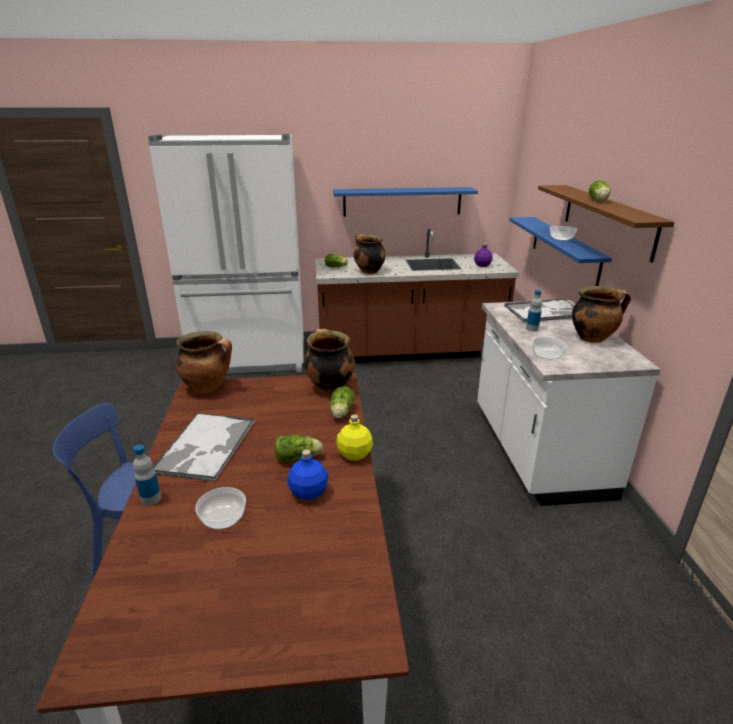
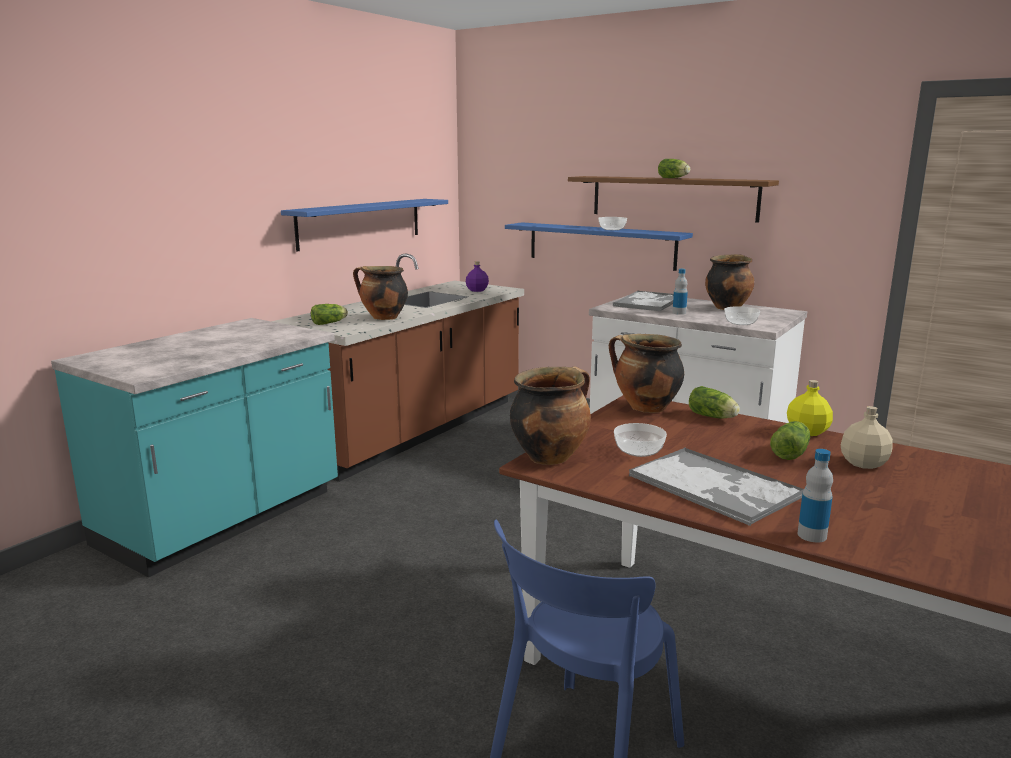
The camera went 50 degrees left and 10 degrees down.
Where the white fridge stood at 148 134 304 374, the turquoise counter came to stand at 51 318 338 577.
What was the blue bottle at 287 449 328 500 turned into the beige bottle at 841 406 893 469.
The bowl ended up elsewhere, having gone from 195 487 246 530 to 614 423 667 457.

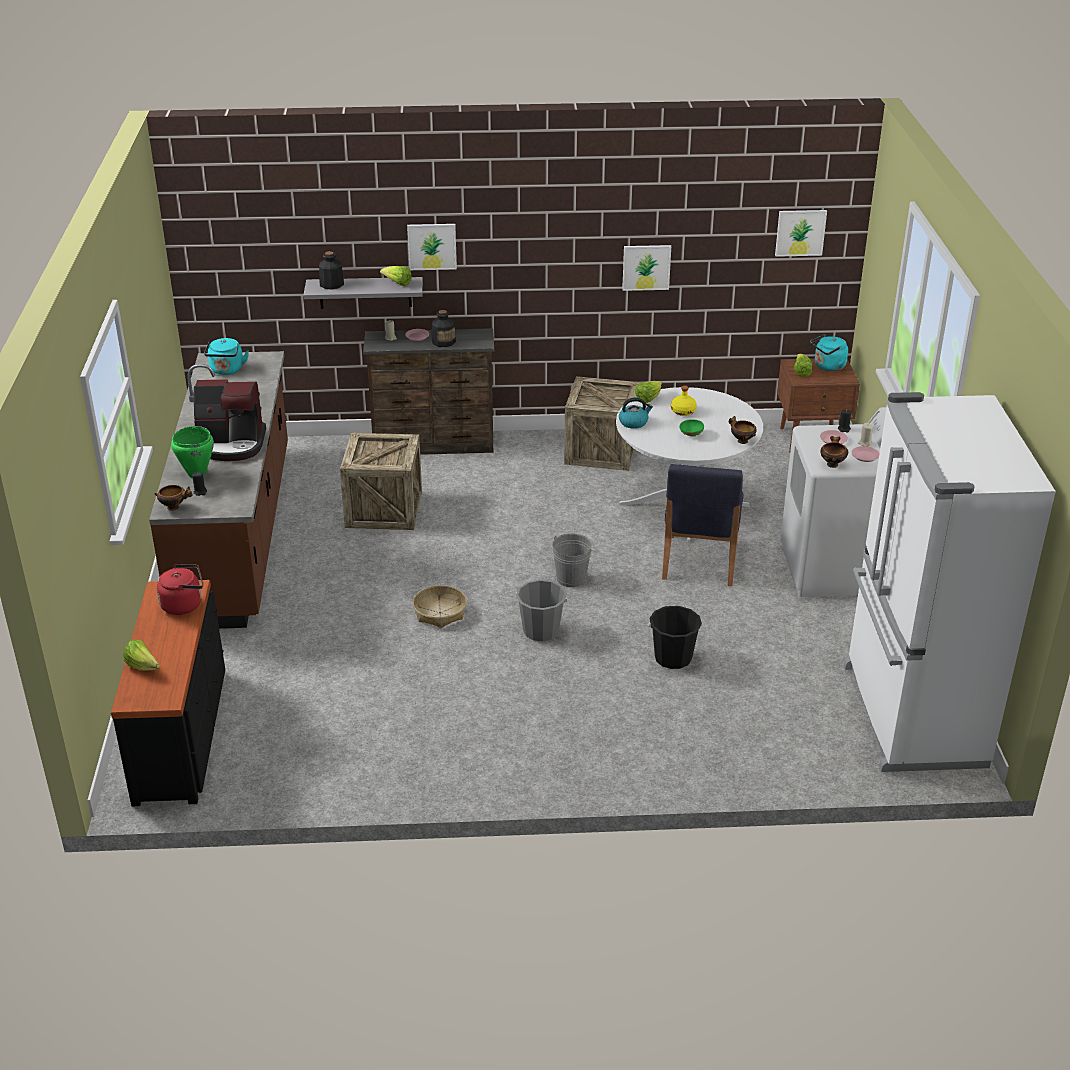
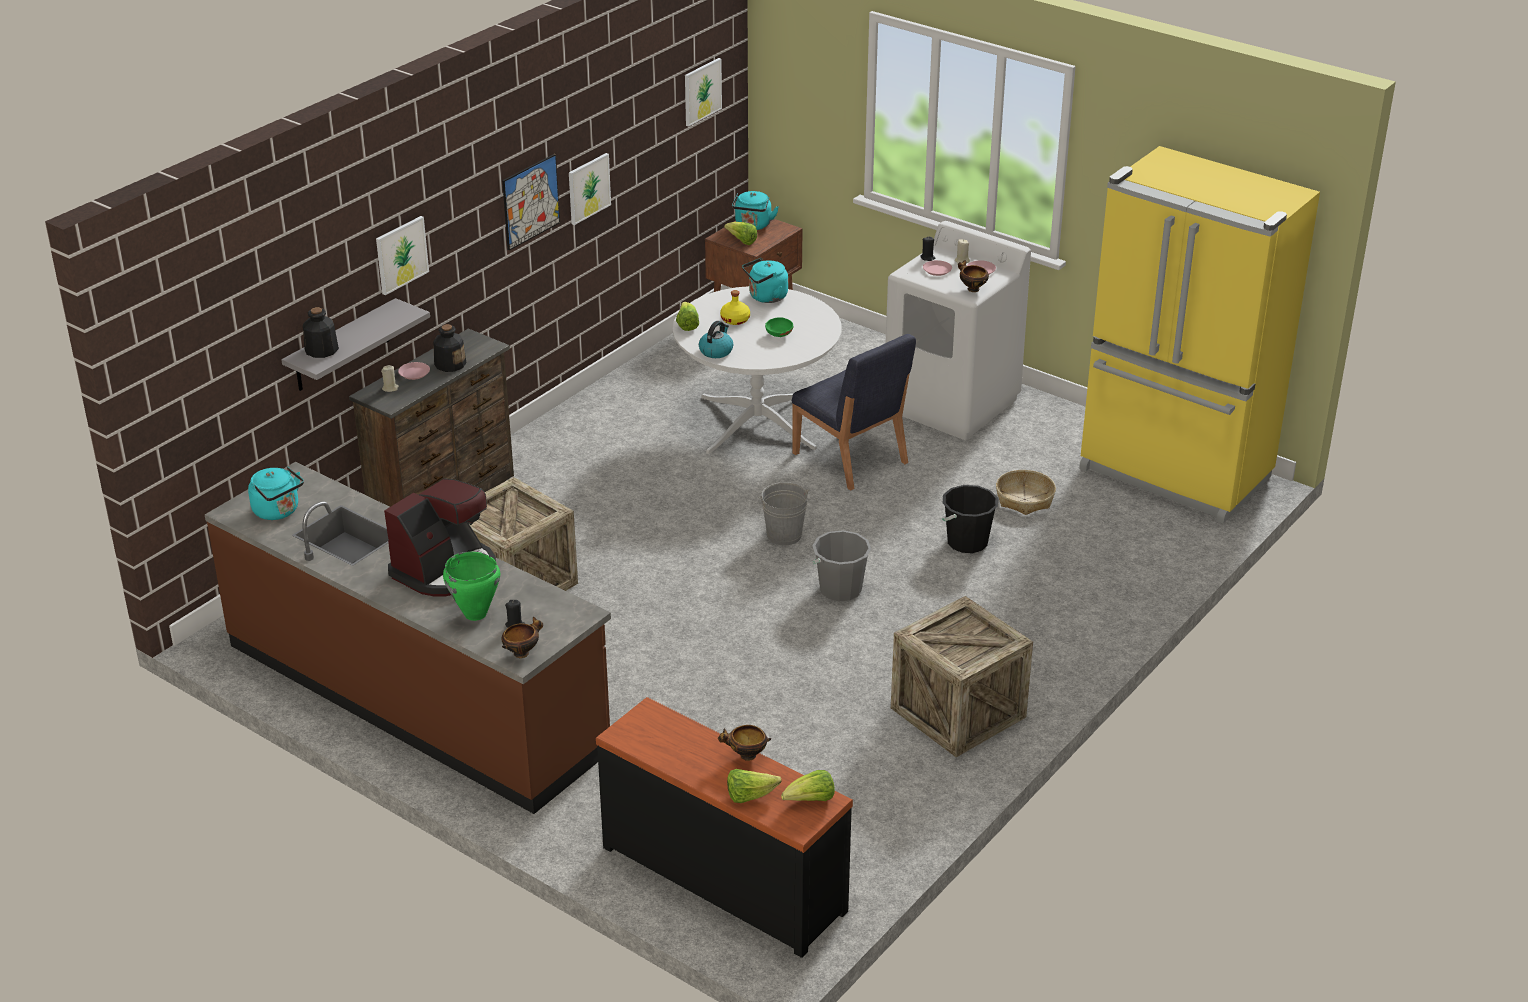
The camera went 50 degrees left and 0 degrees up.
The lettuce ended up elsewhere, having gone from 380 266 412 286 to 781 770 835 801.
The crate ended up elsewhere, having gone from 564 376 640 471 to 891 596 1033 757.
What was the white fridge at 844 392 1056 772 turned into the yellow fridge at 1079 146 1320 524.
The bowl ended up elsewhere, having gone from 728 416 757 444 to 718 725 771 761.
The second view lost the red kettle at 157 564 203 615.
The basket ended up elsewhere, having gone from 413 585 467 628 to 996 470 1056 515.
The second view gained the picture at 502 154 560 250.
The second view gained the turquoise kettle at 742 258 788 303.

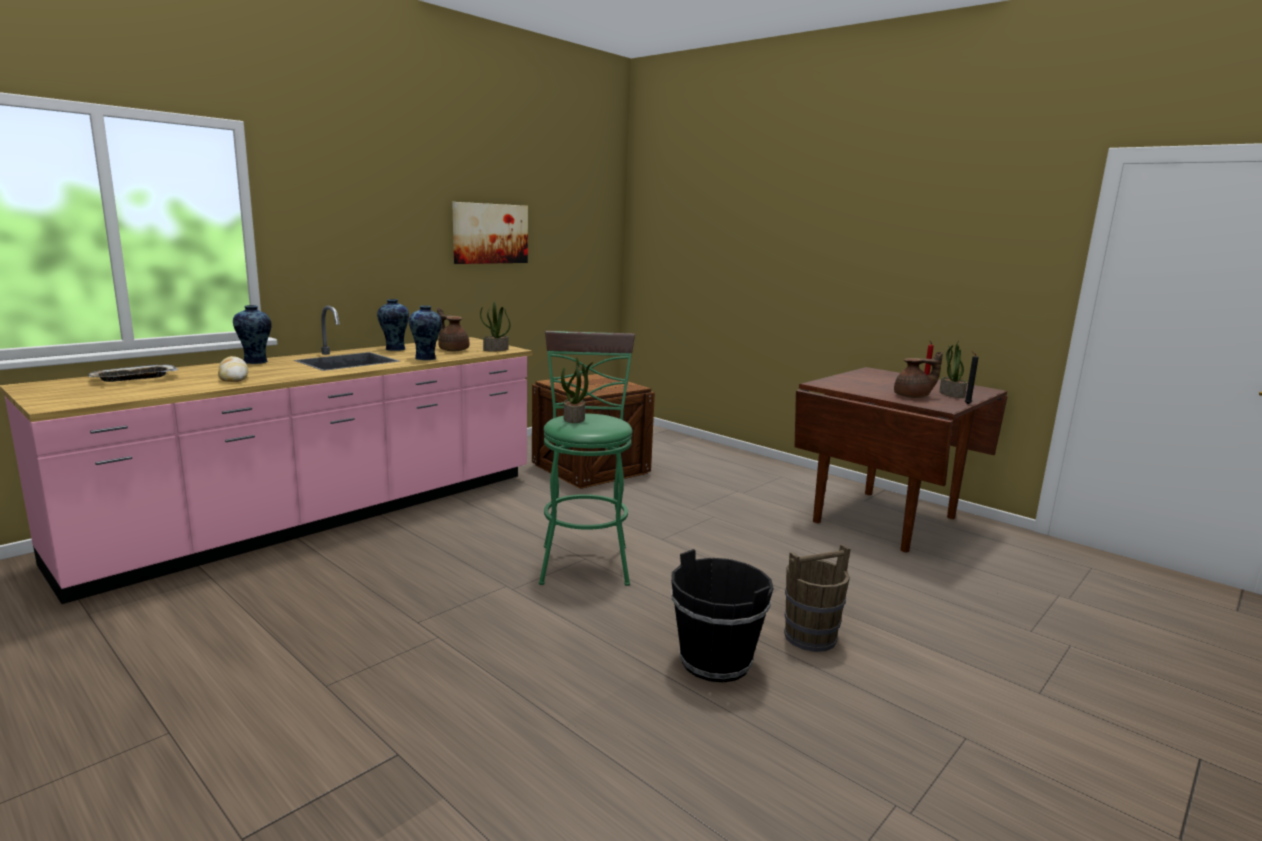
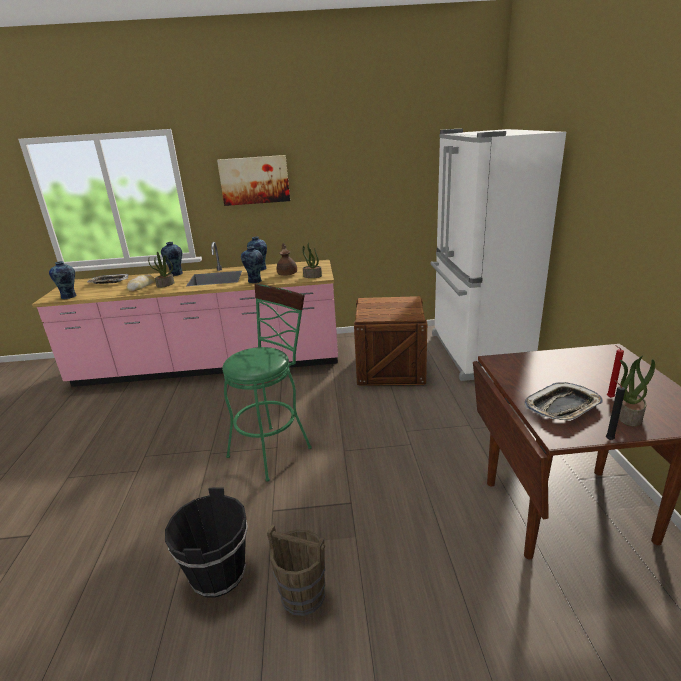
The camera went 45 degrees right and 10 degrees up.
The picture ended up elsewhere, having gone from 452 202 528 264 to 217 155 290 206.
Where the brown teapot stood at 894 351 943 398, the tray came to stand at 524 382 603 421.
The potted plant ended up elsewhere, having gone from 561 357 593 423 to 148 252 174 288.
The second view gained the white fridge at 430 128 566 381.
The second view gained the vase at 49 261 77 299.

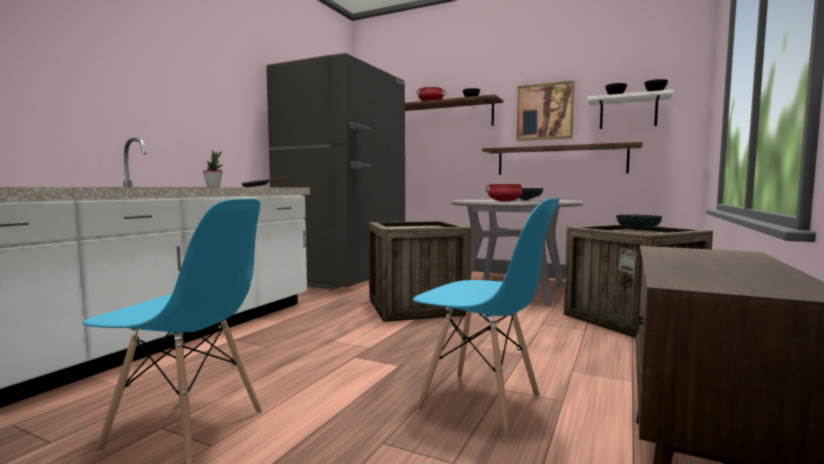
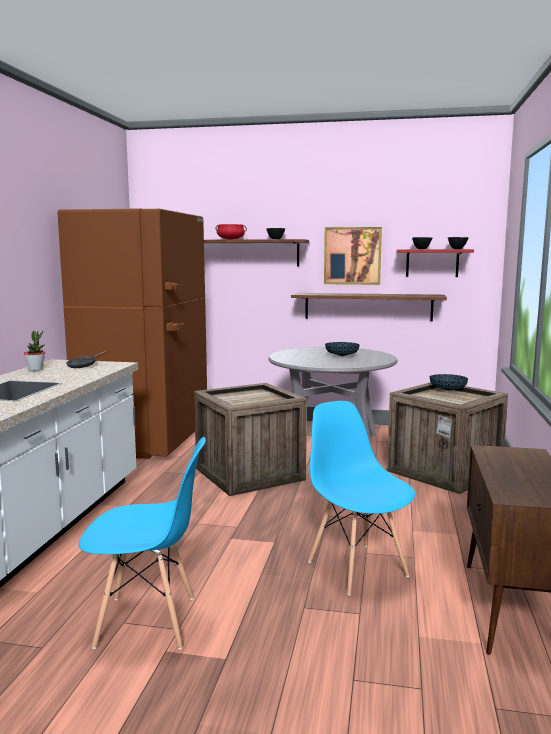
The camera went 15 degrees left and 5 degrees up.
What was the grey fridge at 266 53 405 290 turned into the brown fridge at 58 208 207 459.
What was the white shelf at 587 89 674 129 turned into the red shelf at 397 249 474 277.
The second view lost the red cooking pot at 486 184 522 202.
The blue chair at 413 198 560 440 ended up facing another way, 135 degrees counterclockwise from before.

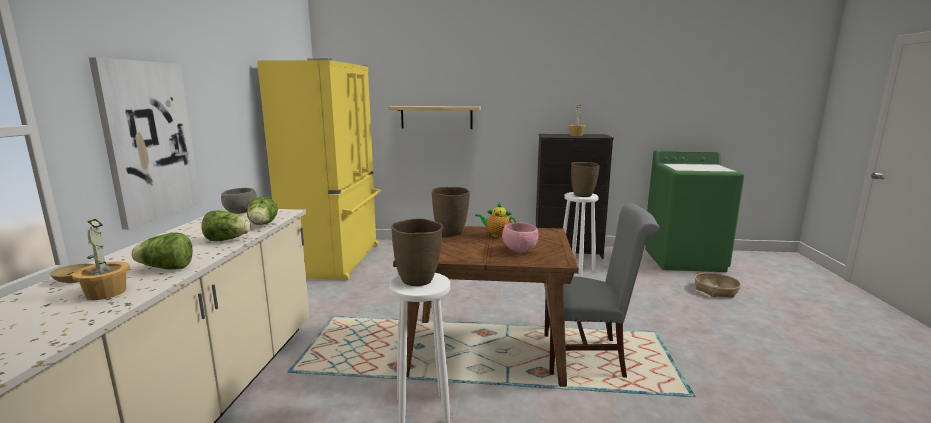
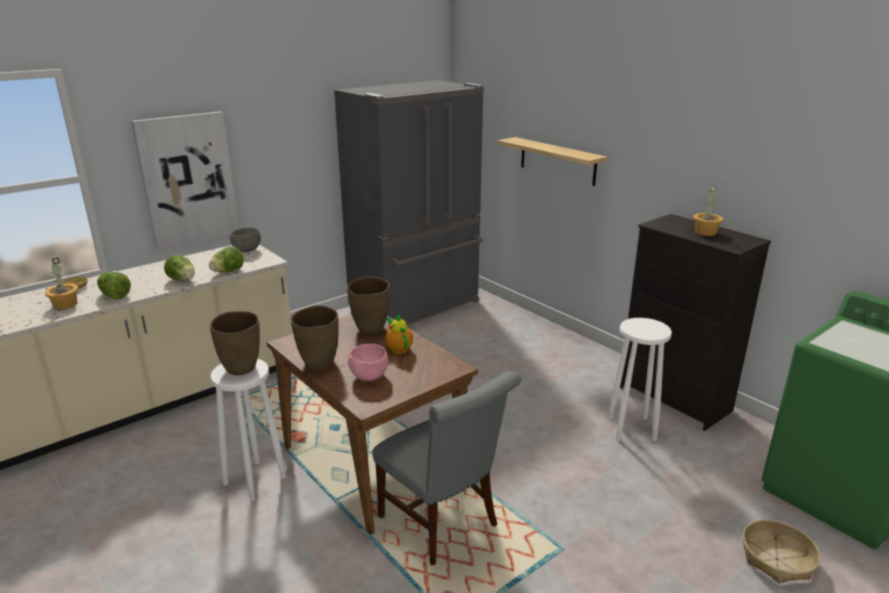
The camera went 45 degrees right and 10 degrees up.
What was the yellow fridge at 257 58 381 280 turned into the grey fridge at 334 80 484 324.
The brown vase ended up elsewhere, having gone from 571 162 600 197 to 290 305 339 369.

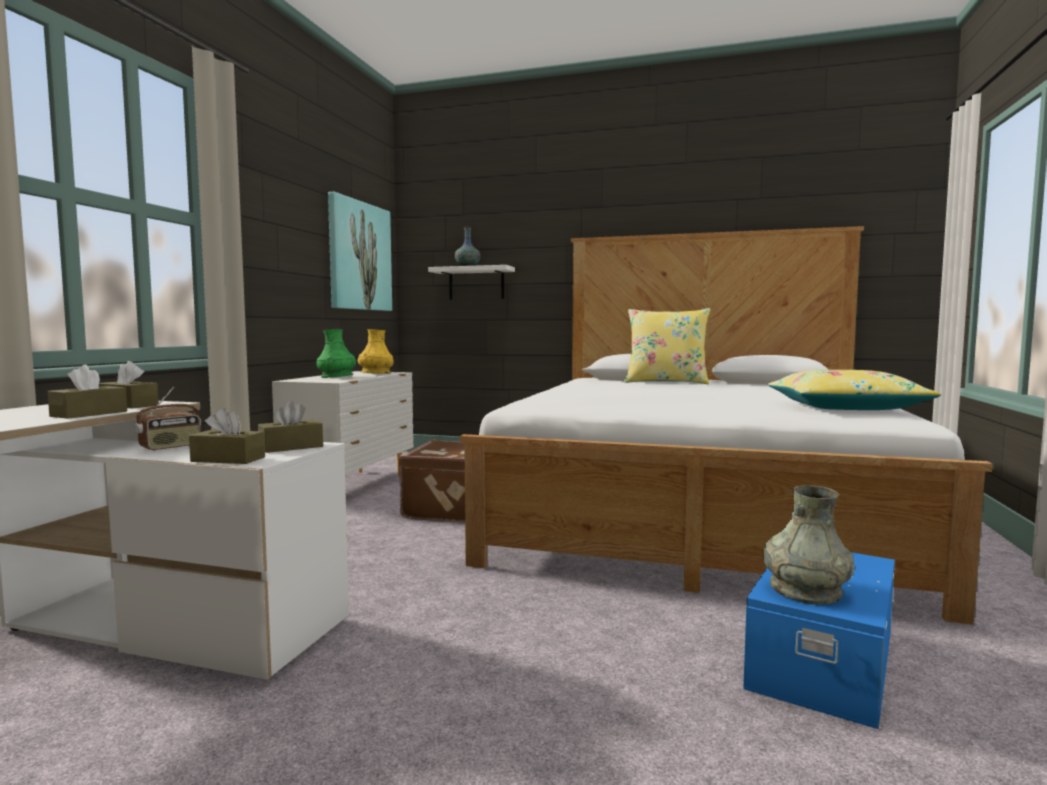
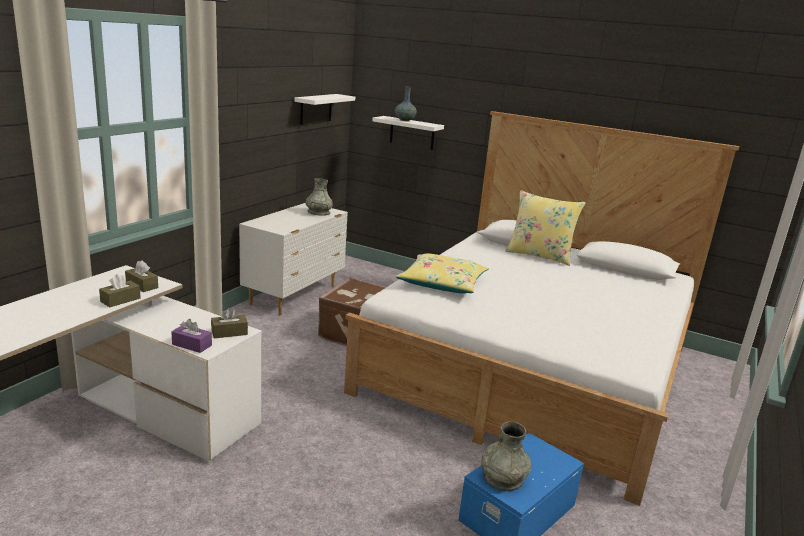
The camera went 10 degrees right and 15 degrees up.
Where the picture hung at 328 192 392 311, the white shelf came to hang at 295 94 355 125.
The second view lost the green vase at 317 329 356 378.
What was the yellow vase at 358 329 393 374 turned into the grey vase at 305 178 333 216.
The yellow pillow ended up elsewhere, having gone from 768 370 941 410 to 396 254 489 294.
The second view lost the radio at 135 386 201 451.
What was the brown tissue box at 189 408 265 464 turned into the purple tissue box at 171 319 212 353.

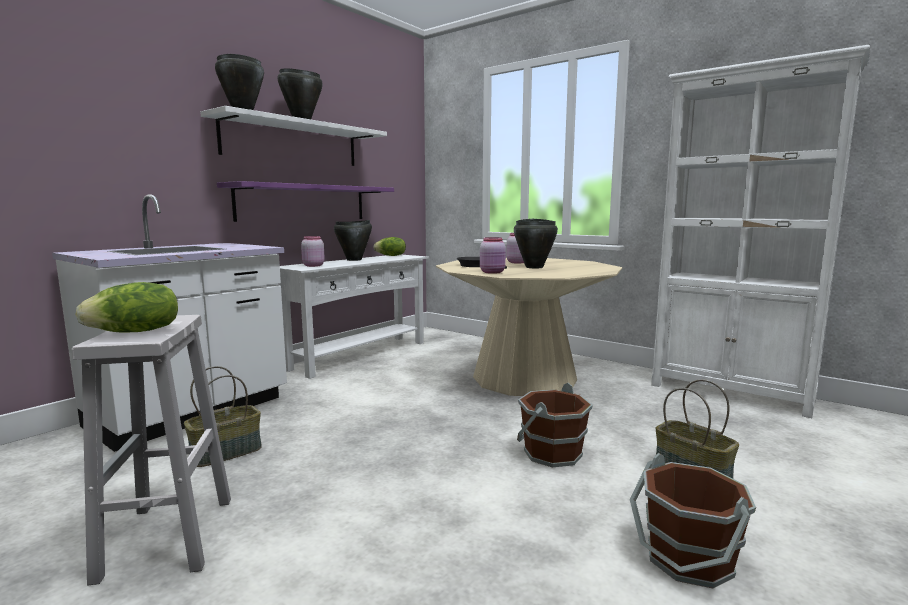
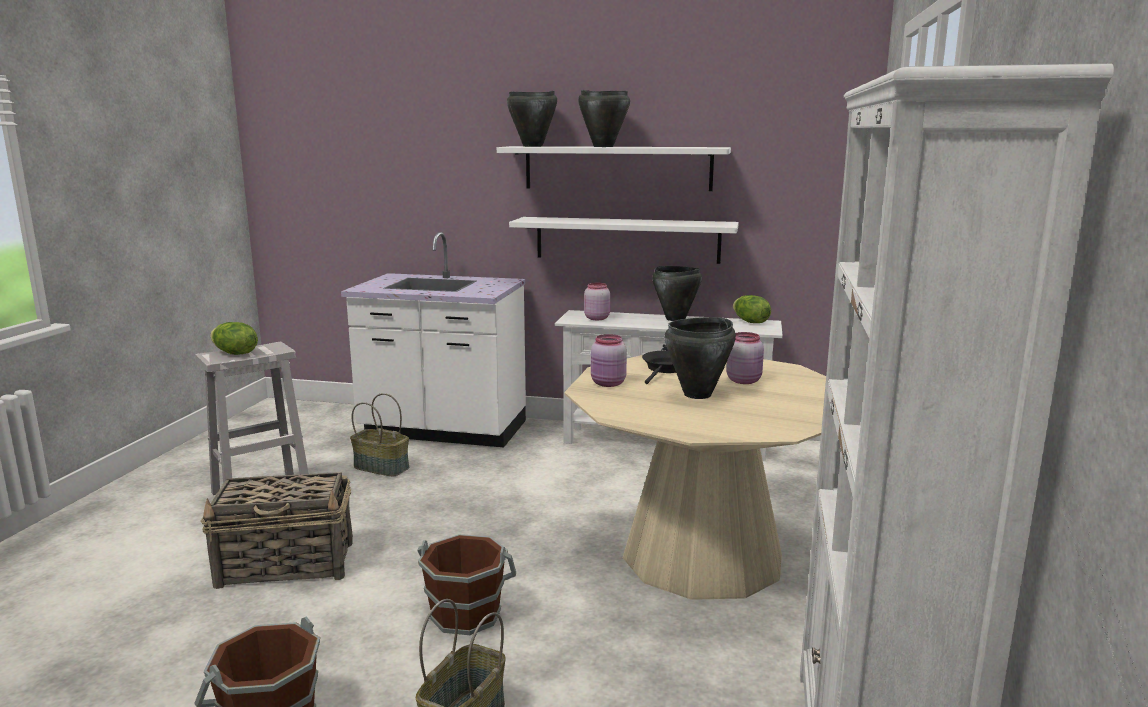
The camera went 65 degrees right and 5 degrees up.
What was the purple shelf at 217 181 394 222 turned into the white shelf at 509 217 739 264.
The second view gained the basket at 200 472 353 589.

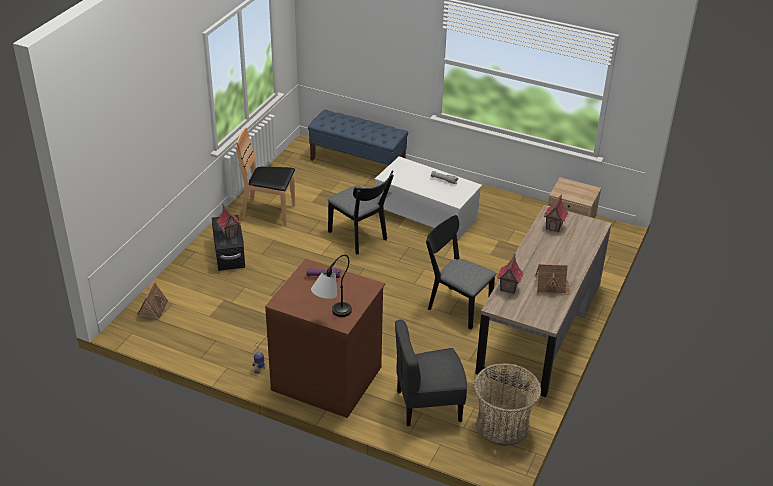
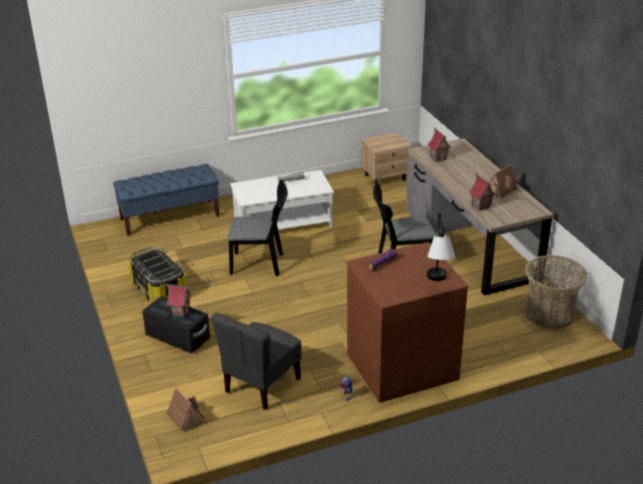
The camera went 45 degrees left and 5 degrees down.
Where the brown chair stood at 235 127 295 226, the storage box came to stand at 128 246 187 303.
The grey chair ended up elsewhere, having gone from 395 320 467 426 to 211 313 302 410.

